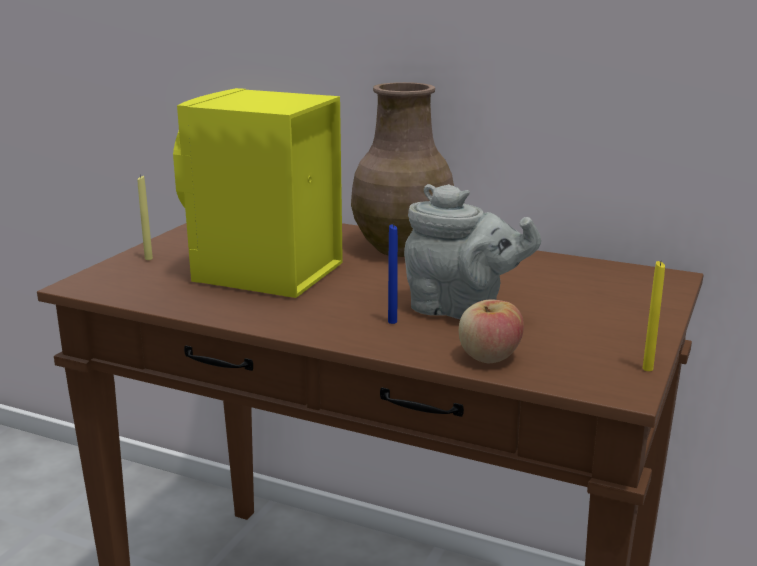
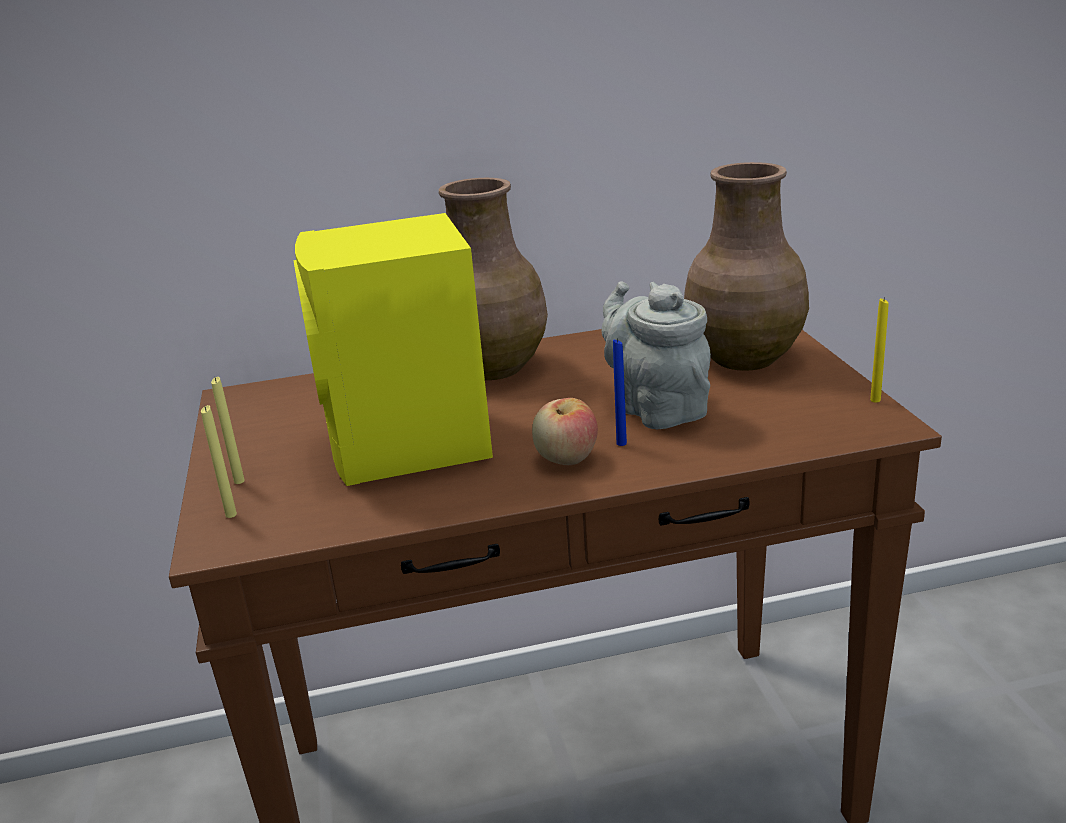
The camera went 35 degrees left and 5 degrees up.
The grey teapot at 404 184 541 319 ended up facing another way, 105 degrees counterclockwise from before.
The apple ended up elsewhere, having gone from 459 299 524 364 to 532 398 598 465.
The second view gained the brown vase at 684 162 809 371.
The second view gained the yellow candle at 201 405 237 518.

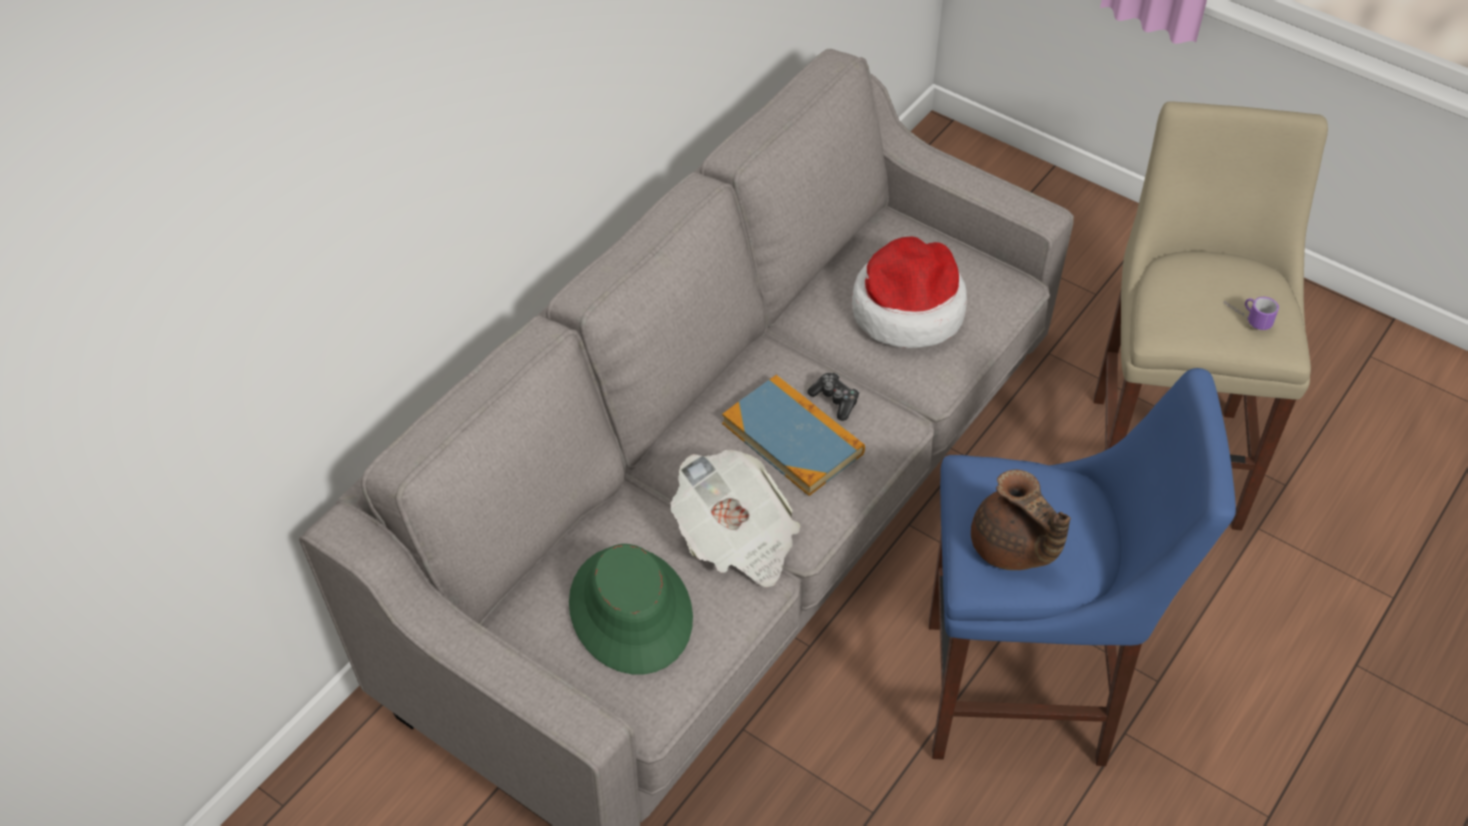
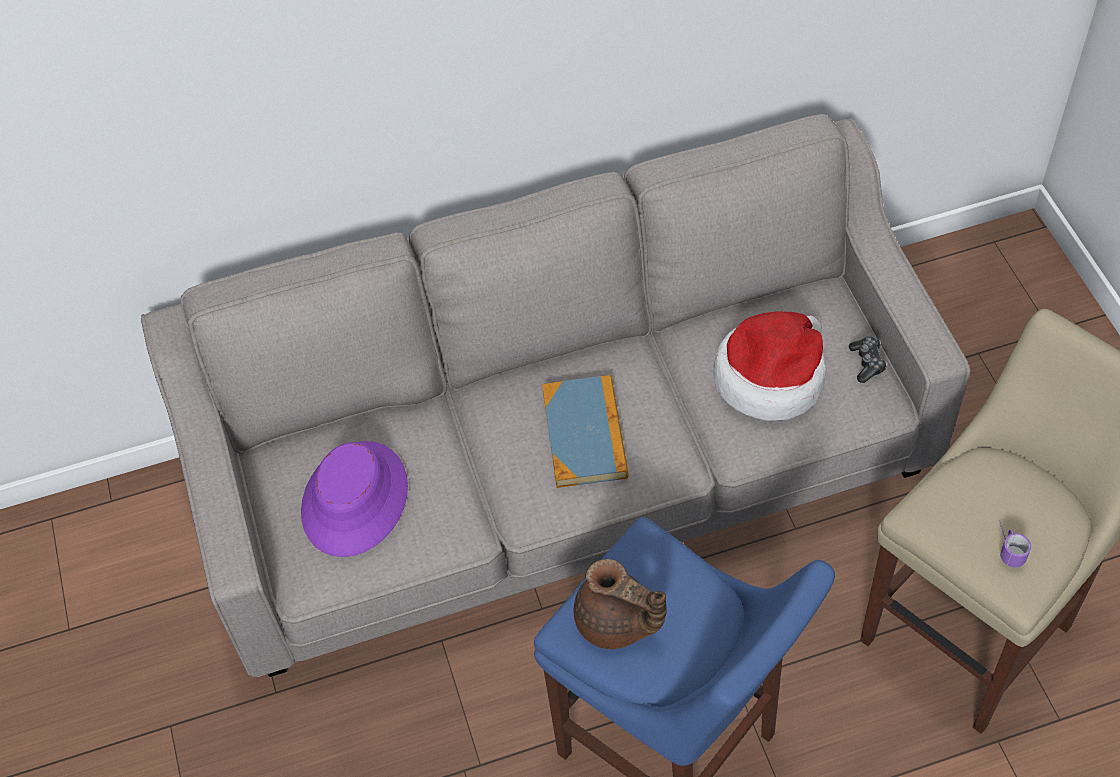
The camera went 40 degrees right and 5 degrees up.
The game controller ended up elsewhere, having gone from 807 373 859 421 to 849 336 887 383.
The second view lost the newspaper at 670 450 801 587.
The brown teapot at 971 469 1071 570 ended up facing another way, 60 degrees counterclockwise from before.
What was the green hat at 569 544 693 674 turned into the purple hat at 301 441 408 557.

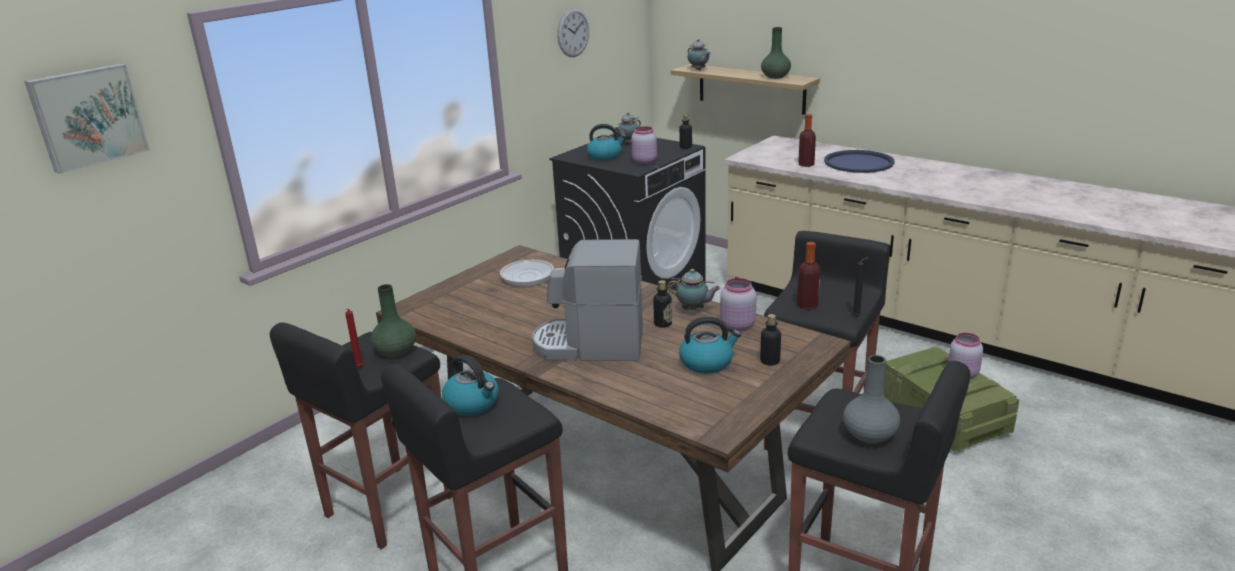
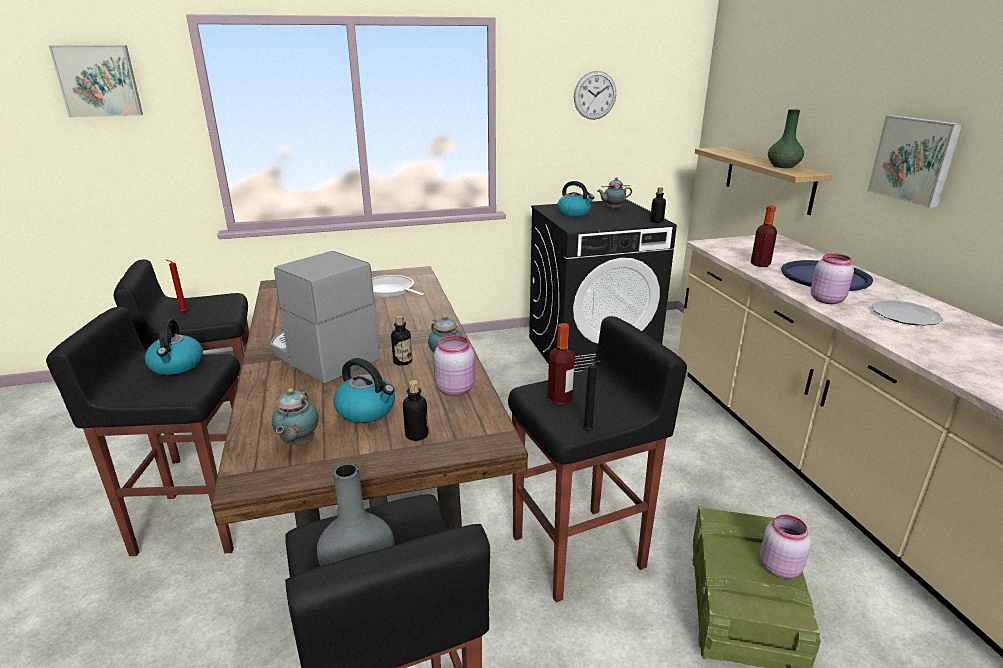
The camera went 35 degrees right and 0 degrees up.
The teapot ended up elsewhere, having gone from 688 39 711 70 to 272 388 319 446.
The pink jar ended up elsewhere, having gone from 631 126 657 164 to 811 253 854 304.
The second view lost the green vase at 370 284 416 357.
The second view gained the picture at 867 115 962 208.
The second view gained the plate at 872 300 943 326.

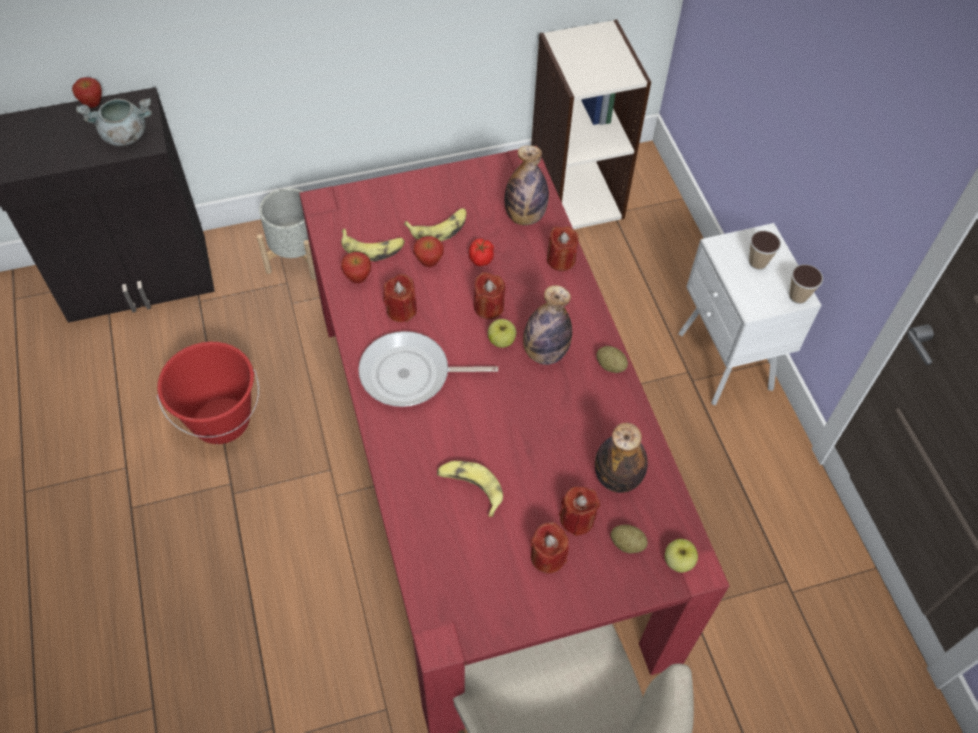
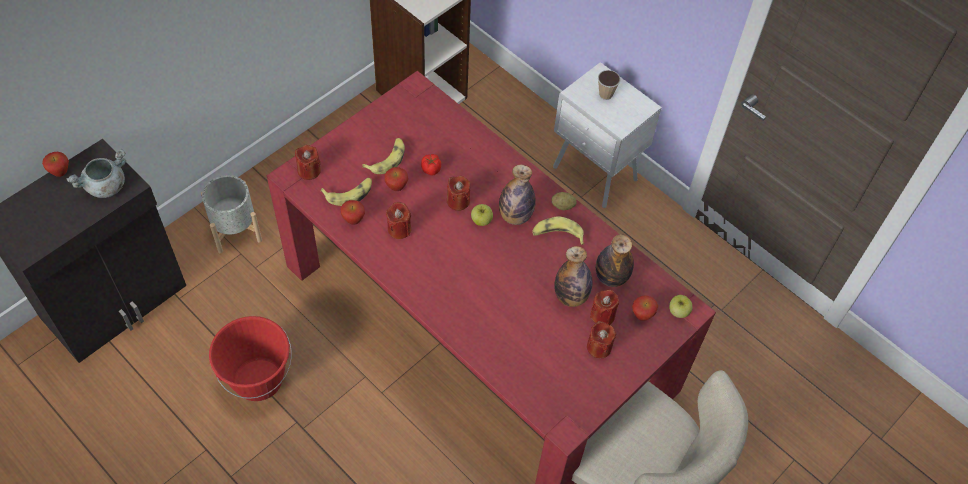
The camera went 30 degrees left and 0 degrees up.
The bottle ended up elsewhere, having gone from 504 145 549 225 to 554 246 593 307.
The red candle ended up elsewhere, having gone from 547 226 578 271 to 295 145 321 180.
The second view lost the cup at 789 264 823 304.
The second view lost the frying pan at 358 331 498 407.
The banana ended up elsewhere, having gone from 437 461 503 517 to 532 216 584 245.
Where the potato stood at 611 525 648 553, the apple came to stand at 632 295 658 321.

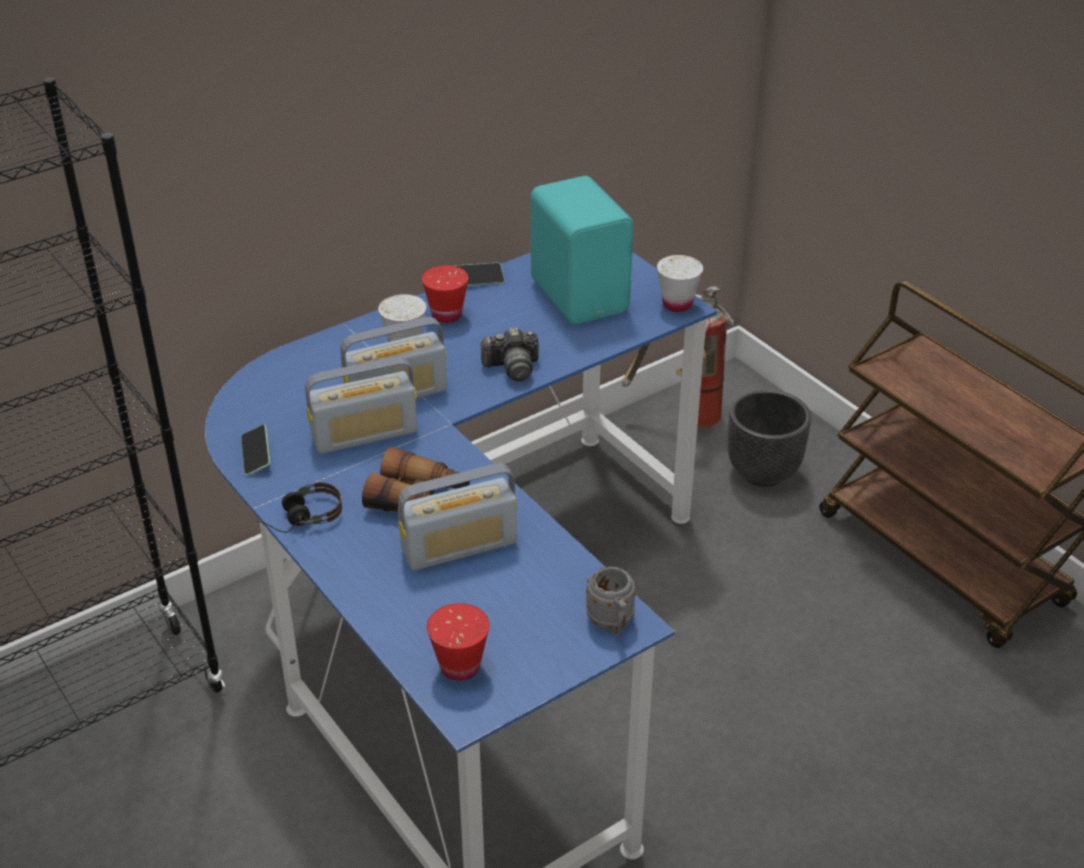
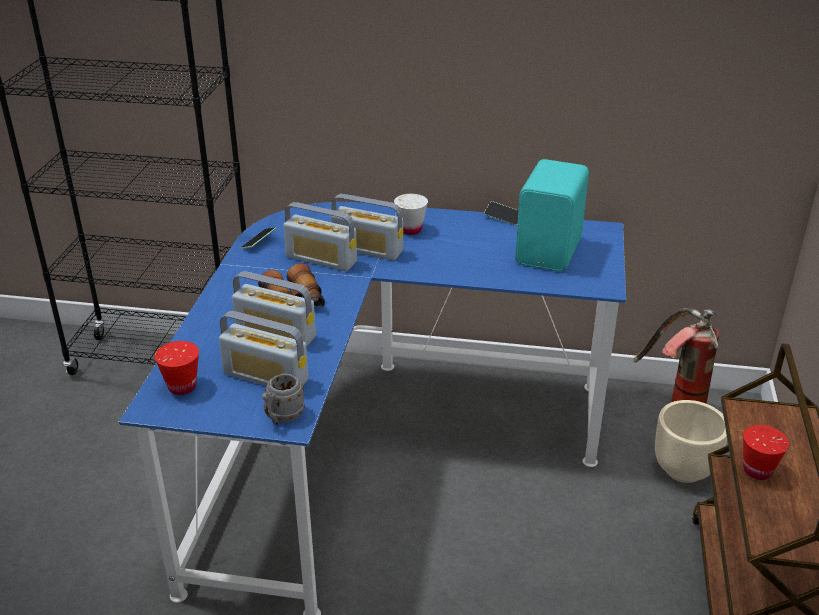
The camera went 45 degrees right and 5 degrees down.
The second view lost the white cup at 657 255 703 312.
The red cup ended up elsewhere, having gone from 422 265 468 323 to 743 425 789 480.
The second view lost the photo camera at 479 328 539 382.
What was the black planter at 727 389 811 487 turned into the beige planter at 655 400 727 483.
The second view lost the headphones at 257 482 342 533.
The second view gained the radio at 219 311 309 386.

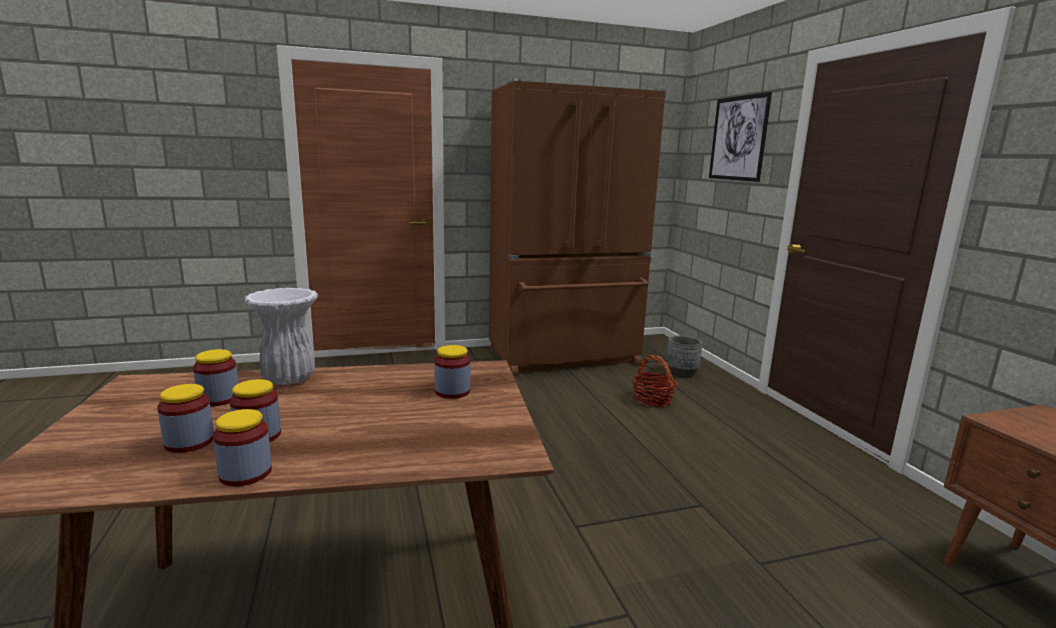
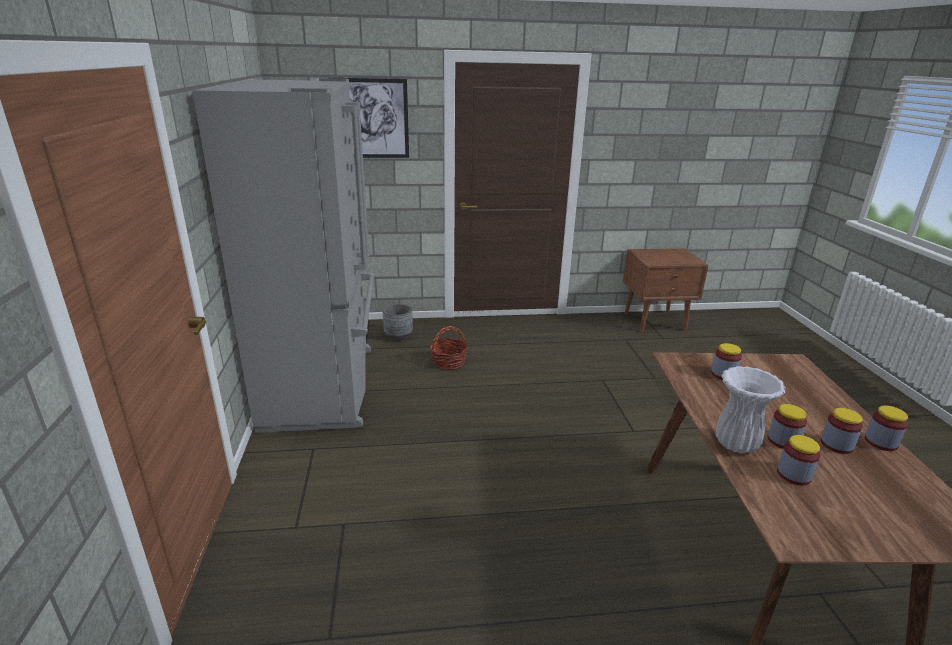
The camera went 80 degrees left and 10 degrees up.
What was the brown fridge at 489 78 666 375 turned into the grey fridge at 192 78 374 433.
The jar ended up elsewhere, having gone from 157 384 214 453 to 768 404 807 449.

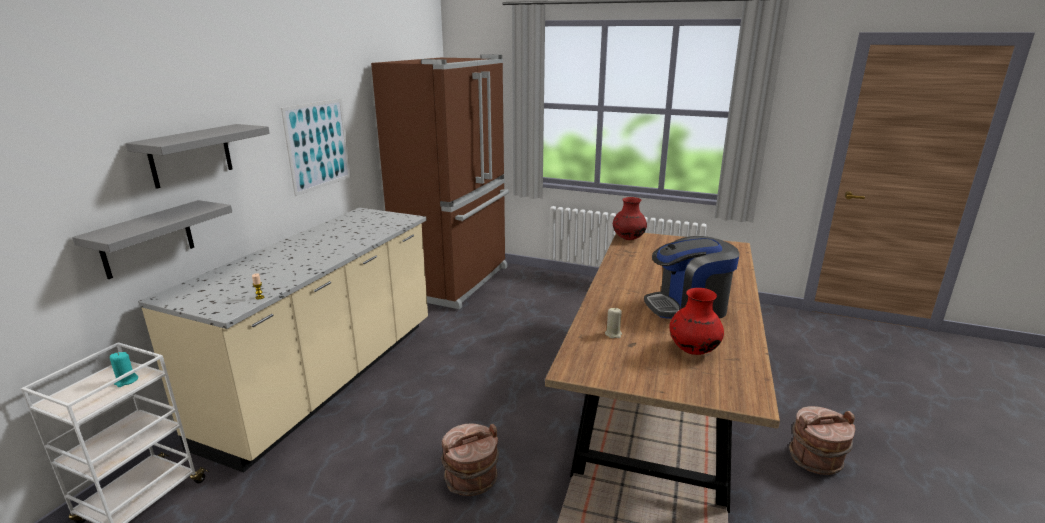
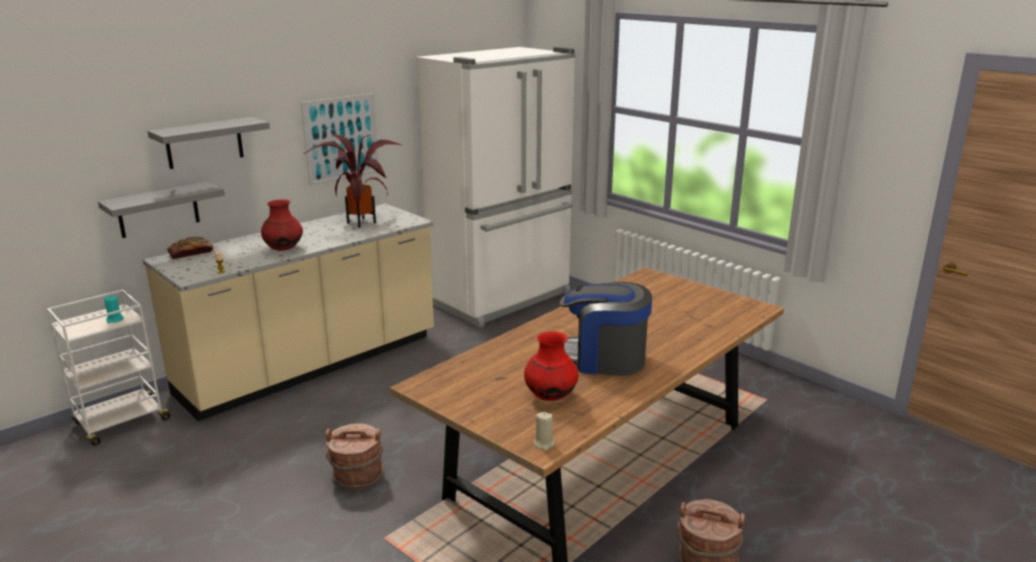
The camera went 25 degrees right and 0 degrees up.
What was the brown fridge at 371 54 509 309 turned into the white fridge at 416 47 576 328.
The red vase ended up elsewhere, having gone from 613 197 647 240 to 261 199 303 251.
The beige candle ended up elsewhere, having gone from 605 308 622 338 to 534 412 555 450.
The second view gained the potted plant at 303 133 401 228.
The second view gained the bread at 167 237 213 259.

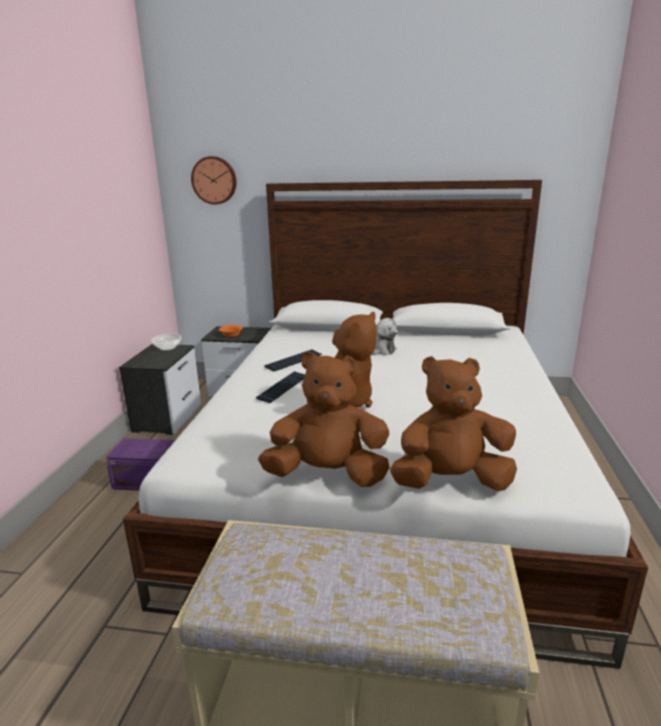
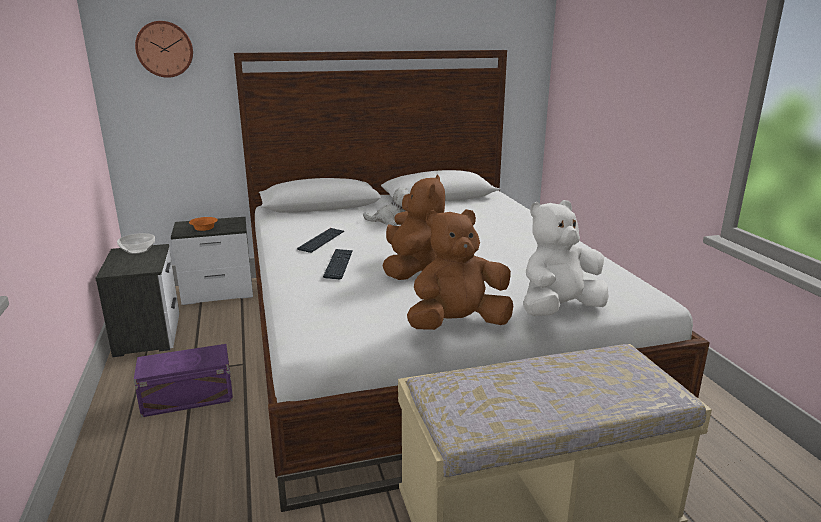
The camera went 25 degrees left and 0 degrees up.
What was the brown plush toy at 390 356 517 491 turned into the white plush toy at 523 200 609 316.

